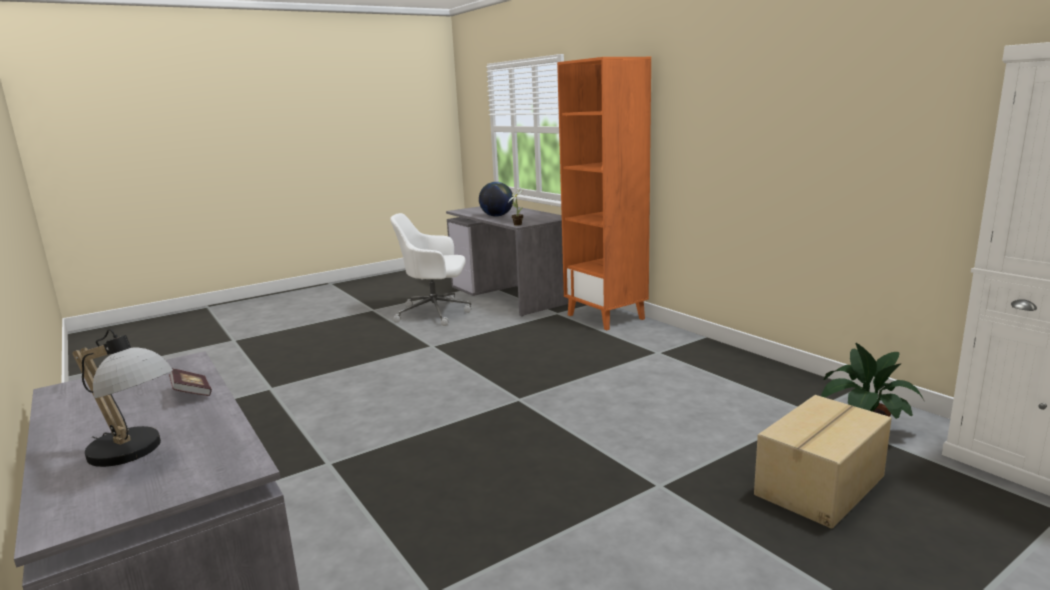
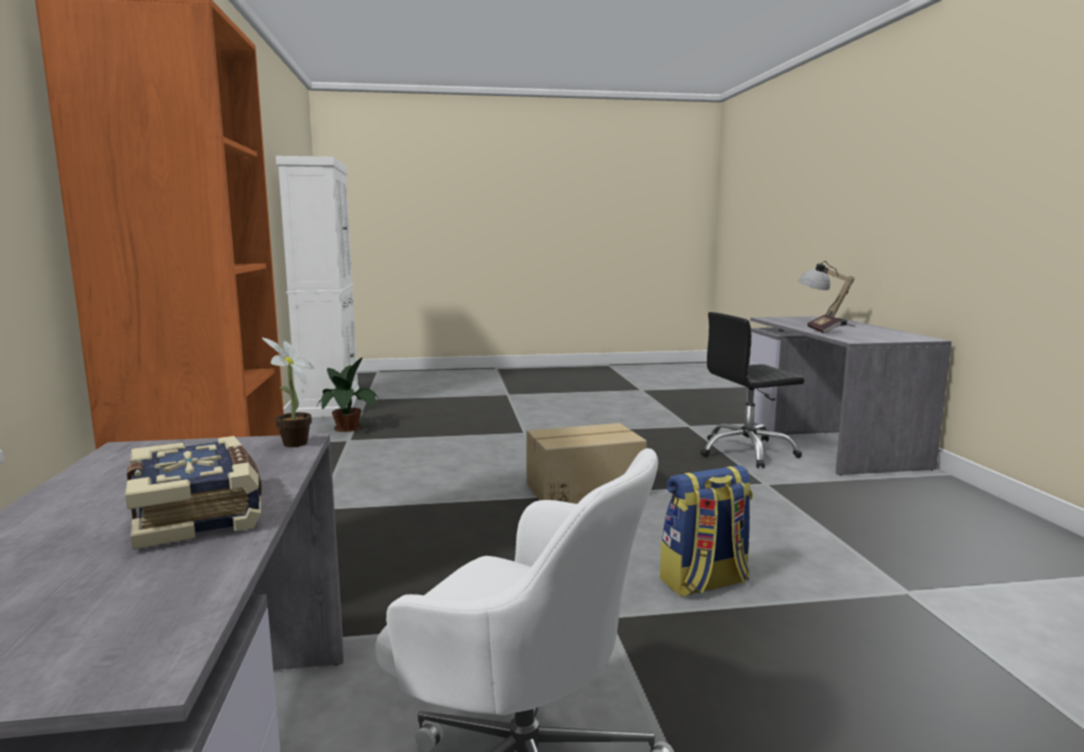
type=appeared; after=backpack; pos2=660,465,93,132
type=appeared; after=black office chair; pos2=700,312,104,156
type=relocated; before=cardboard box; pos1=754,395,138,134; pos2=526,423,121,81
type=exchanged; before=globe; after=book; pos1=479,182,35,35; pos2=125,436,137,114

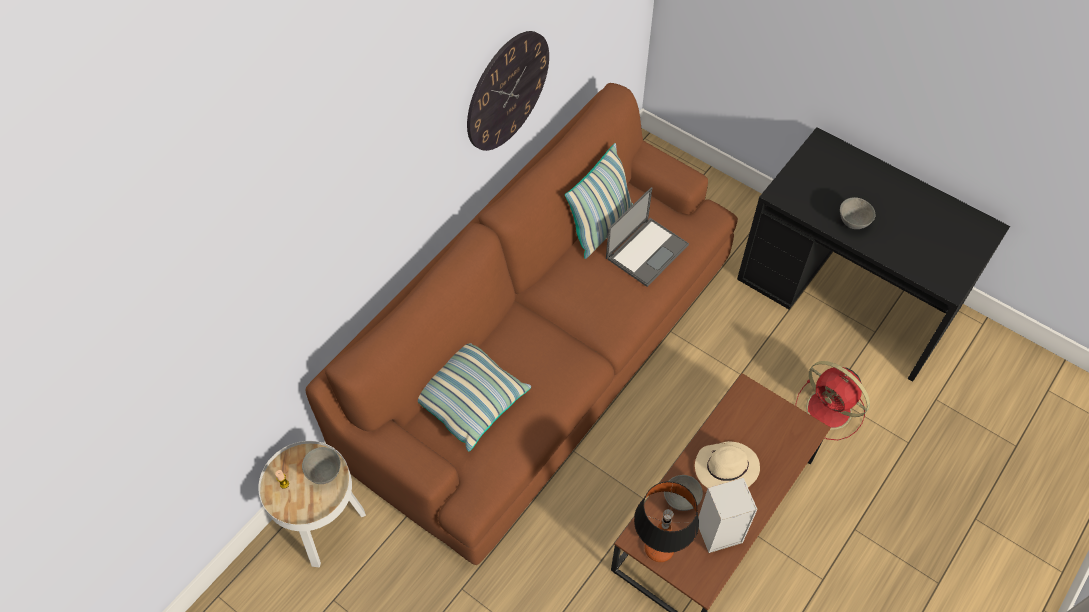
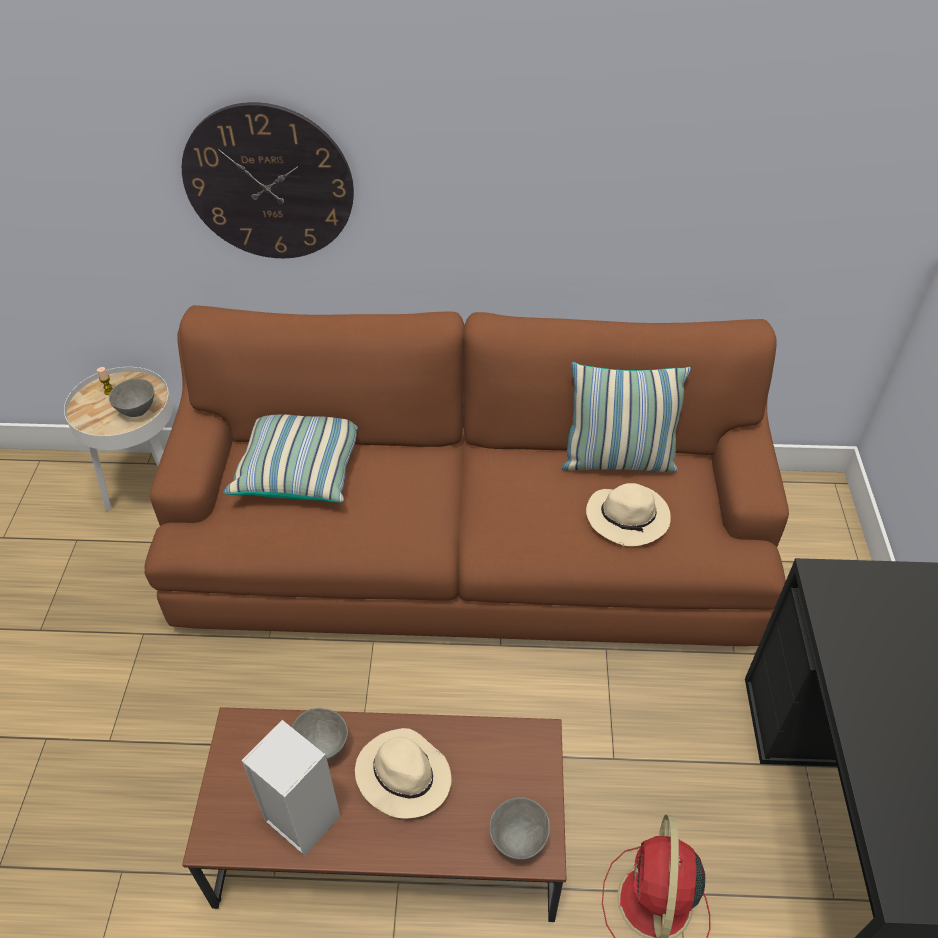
type=missing; before=table lamp; pos1=634,481,65,81
type=relocated; before=wall clock; pos1=467,31,82,120; pos2=182,102,172,156
type=relocated; before=grey bowl; pos1=840,197,35,32; pos2=489,797,61,63
type=exchanged; before=laptop; after=beige hat; pos1=606,187,83,100; pos2=586,483,85,63

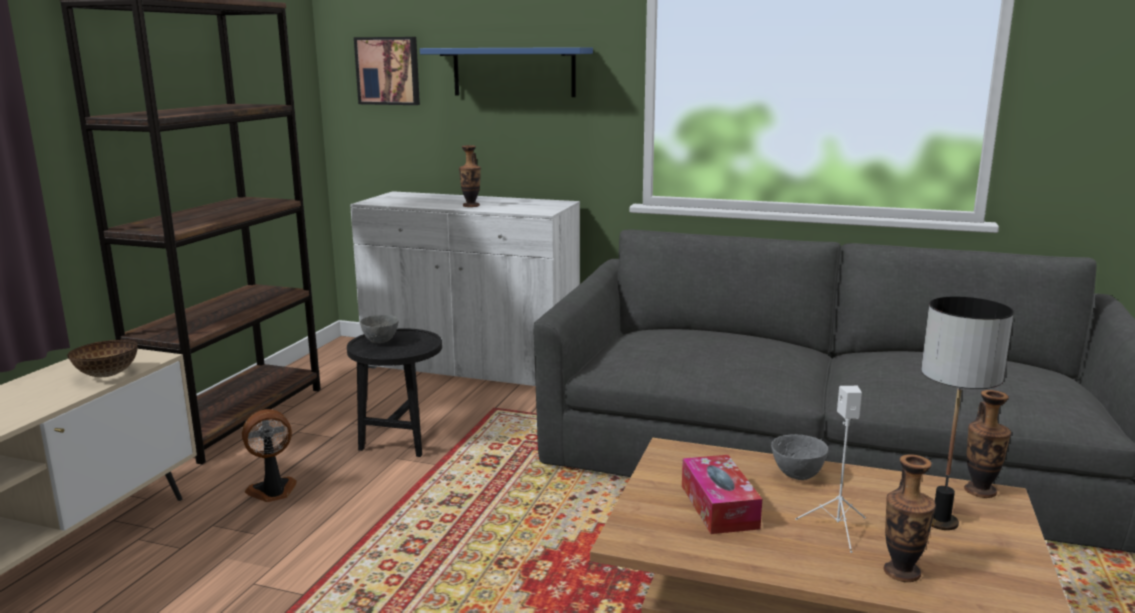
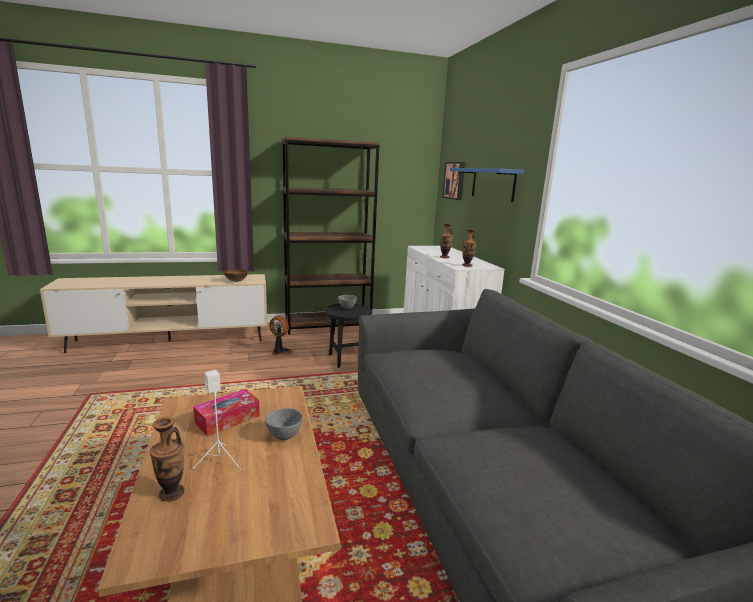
type=missing; before=table lamp; pos1=921,297,93,233
type=relocated; before=vase; pos1=964,390,47,108; pos2=462,228,15,39

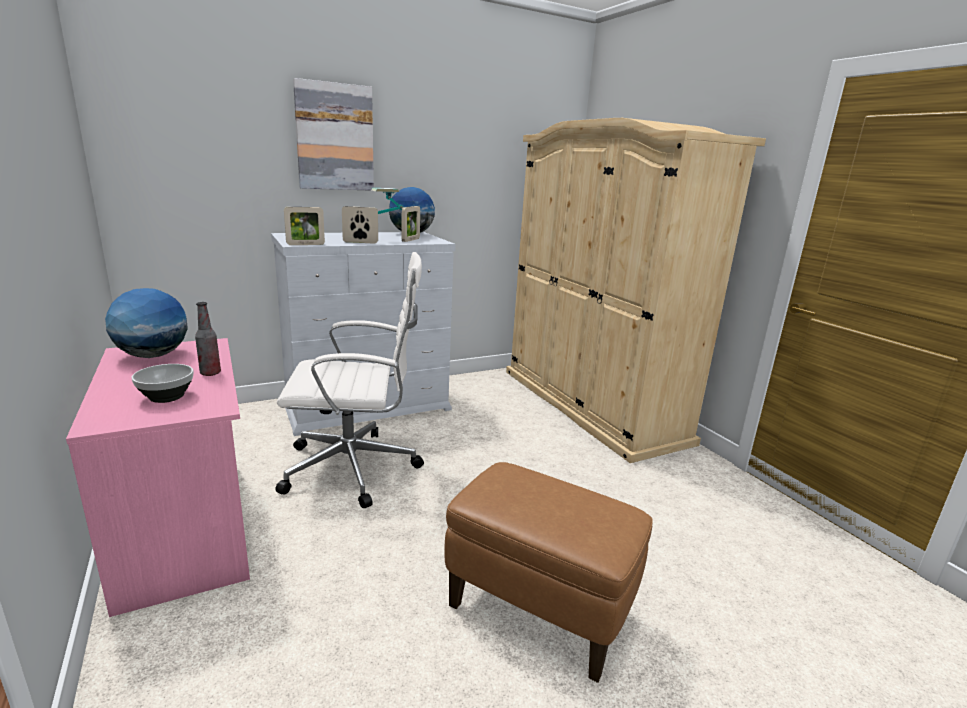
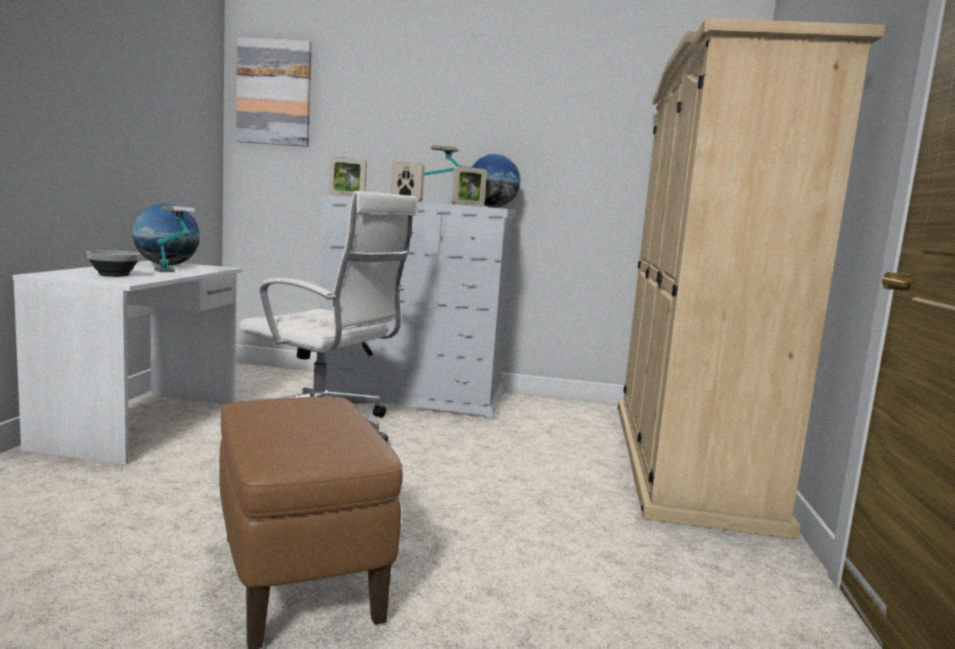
type=relocated; before=picture; pos1=293,78,81,113; pos2=236,37,76,110
type=exchanged; before=bottle; after=table lamp; pos1=195,302,26,74; pos2=154,205,41,67
type=colour; before=pink desk; after=white desk; pos1=66,338,184,279; pos2=13,261,229,204

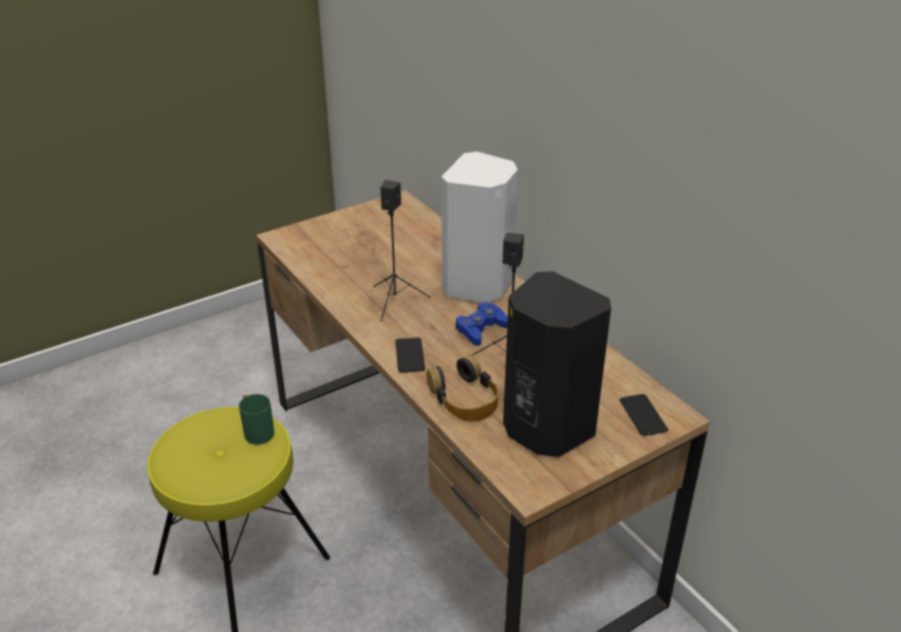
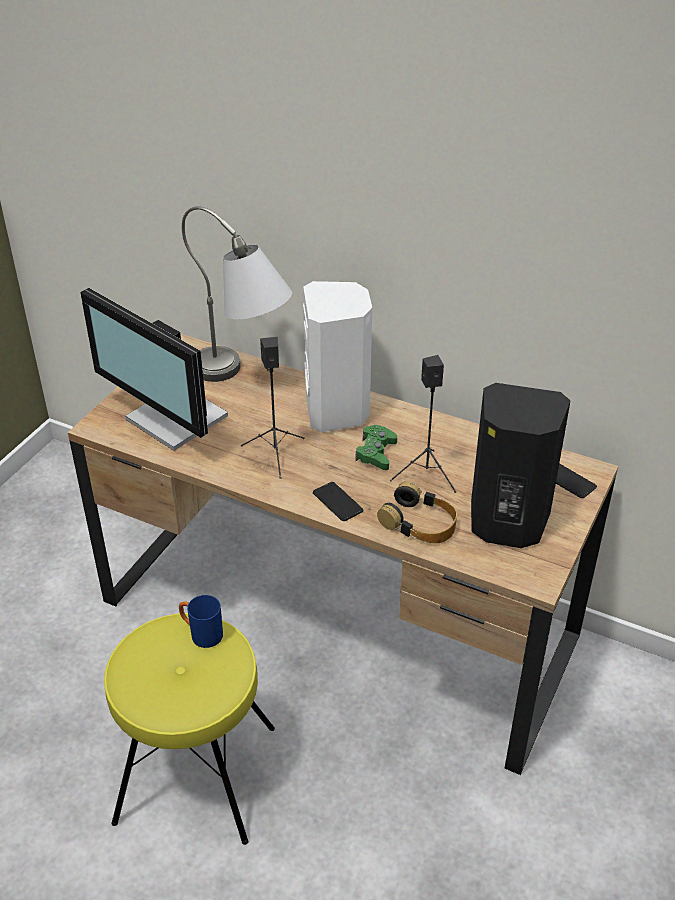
type=appeared; after=monitor; pos2=80,288,148,163
type=appeared; after=grey table lamp; pos2=182,206,110,176
type=colour; before=green mug; after=blue mug; pos1=239,394,35,51; pos2=179,595,44,53
type=colour; before=blue game controller; after=green game controller; pos1=456,302,52,44; pos2=355,425,42,45

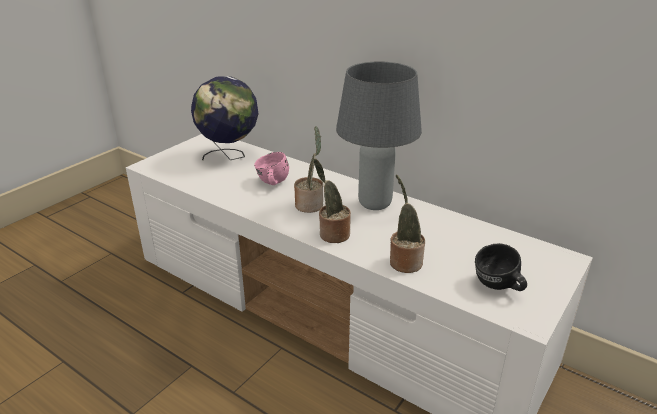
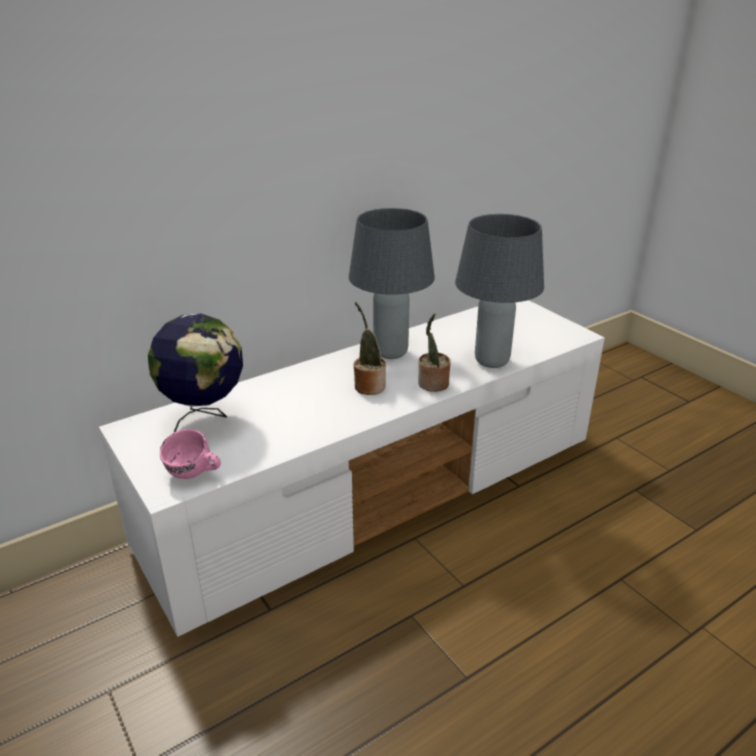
type=missing; before=black mug; pos1=475,243,52,48
type=relocated; before=pink mug; pos1=254,152,35,33; pos2=160,429,61,50
type=exchanged; before=potted plant; after=grey table lamp; pos1=390,174,35,99; pos2=455,214,89,154

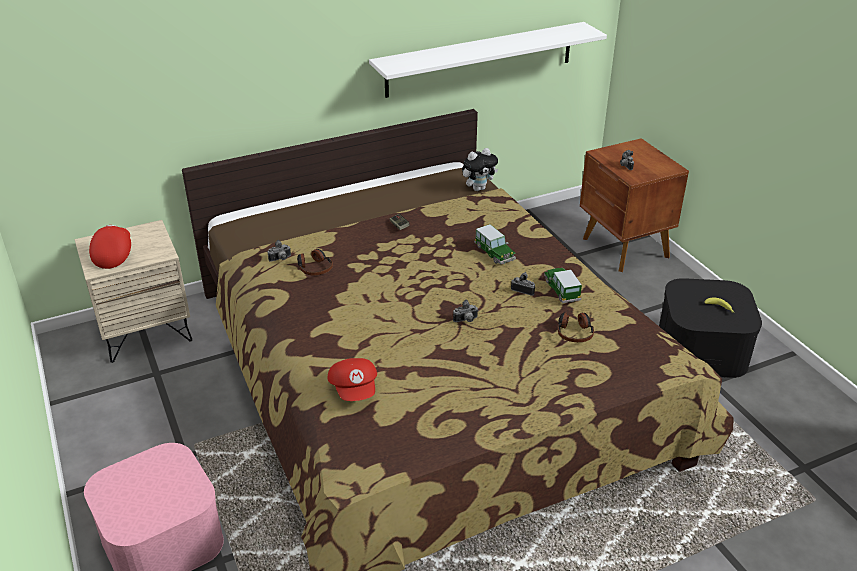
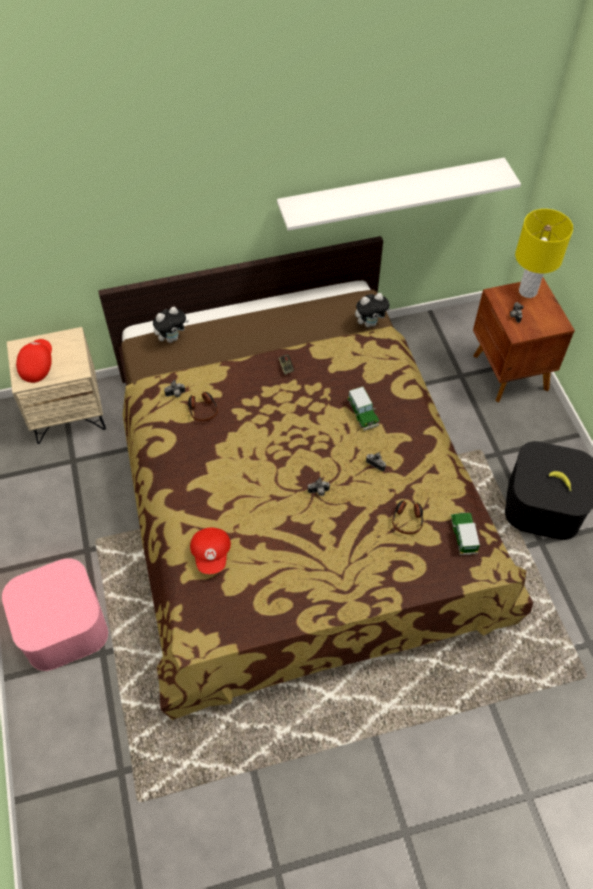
type=appeared; after=plush toy; pos2=153,307,36,36
type=appeared; after=yellow table lamp; pos2=515,209,58,89
type=relocated; before=toy car; pos1=544,268,38,35; pos2=451,512,29,43

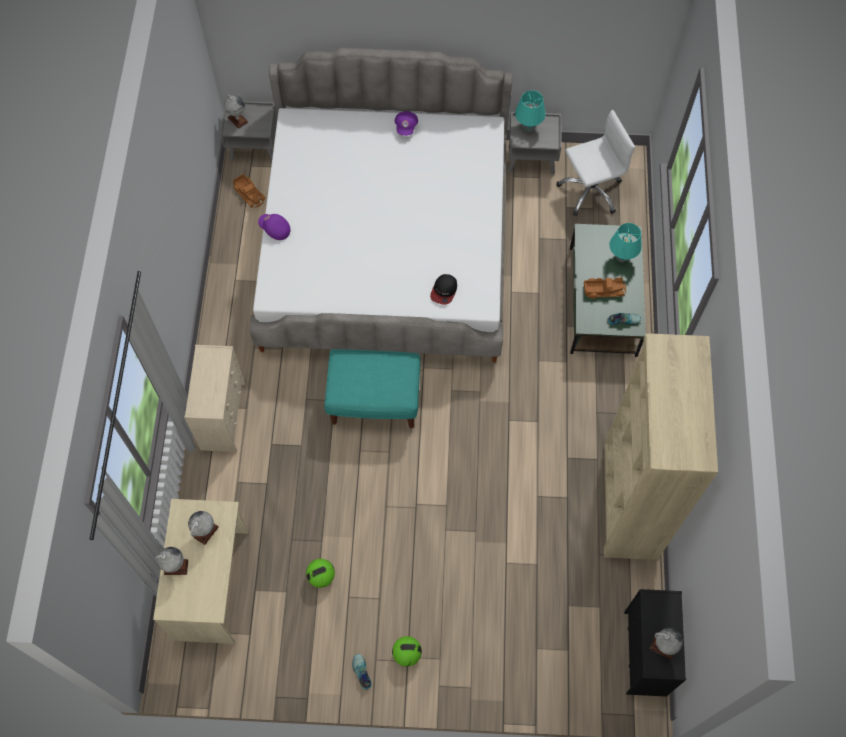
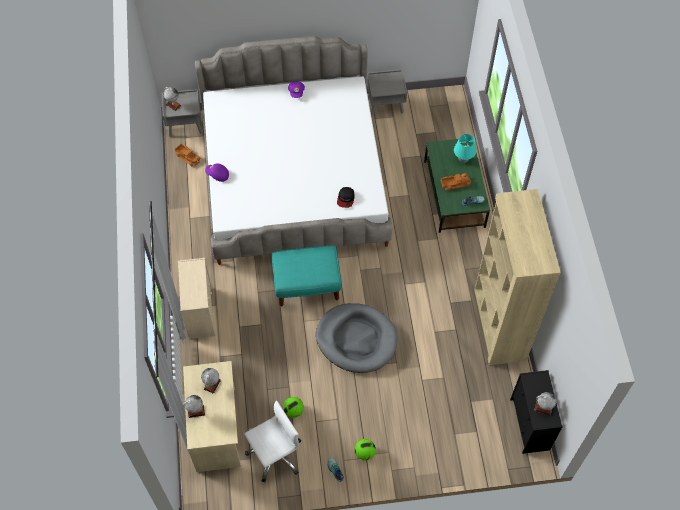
type=missing; before=turquoise table lamp; pos1=515,90,31,42
type=appeared; after=grey dog bed; pos2=316,303,82,70
type=relocated; before=white office chair; pos1=556,110,79,106; pos2=244,401,57,81

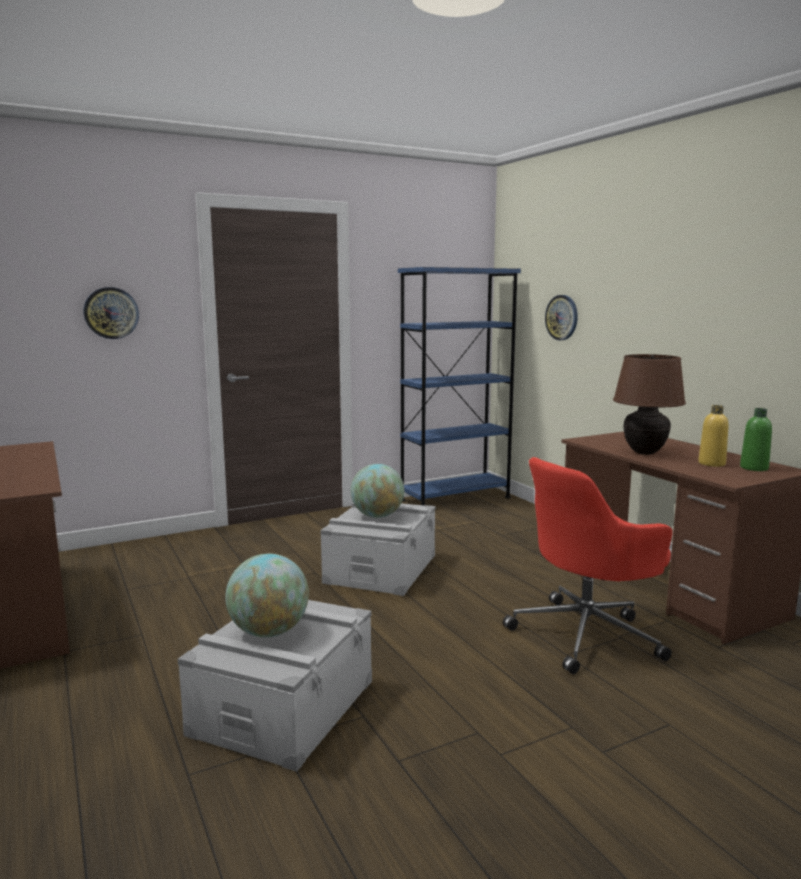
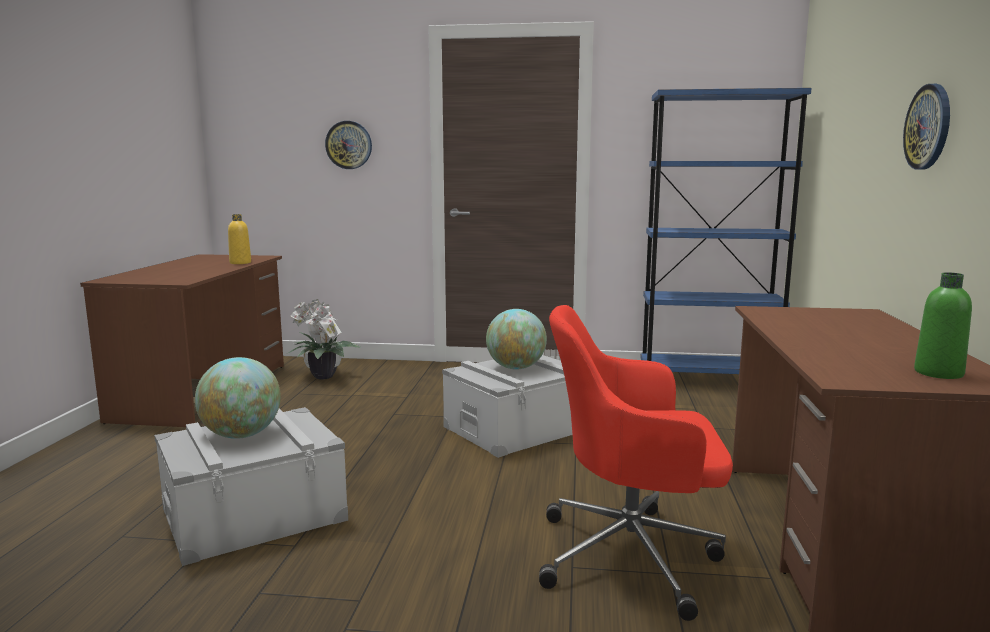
type=missing; before=brown table lamp; pos1=613,354,73,101
type=appeared; after=potted plant; pos2=287,299,75,80
type=relocated; before=wall clock; pos1=545,295,33,45; pos2=903,84,47,85
type=relocated; before=yellow bottle; pos1=698,405,31,62; pos2=228,214,23,50

